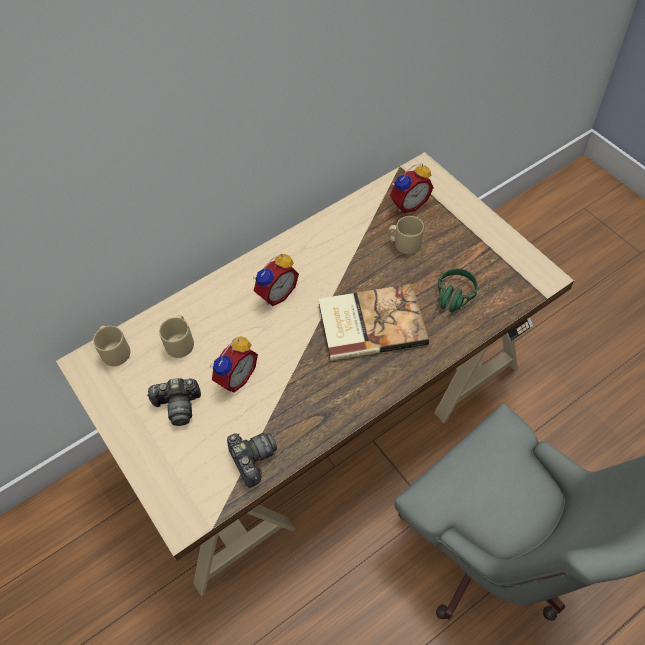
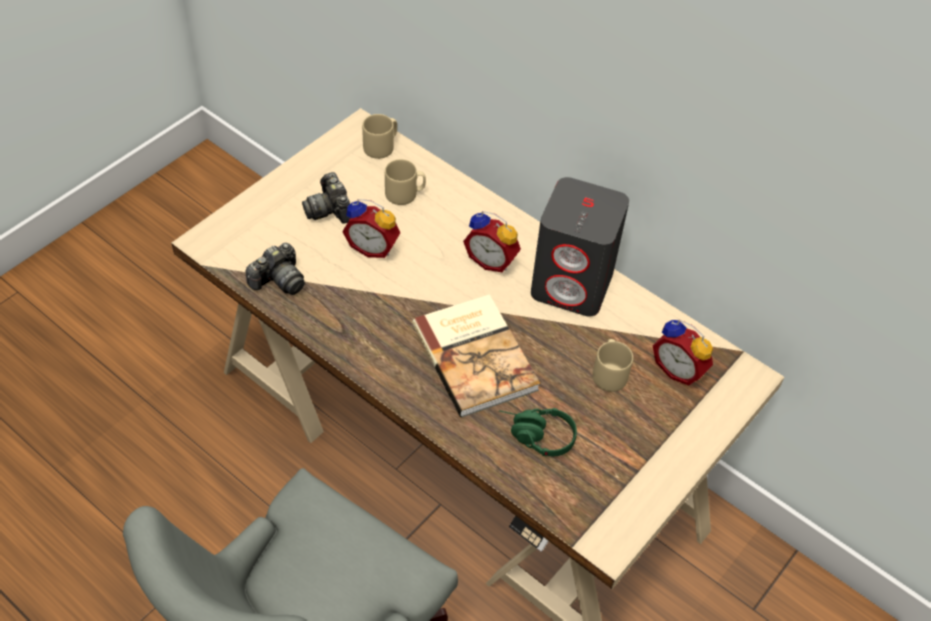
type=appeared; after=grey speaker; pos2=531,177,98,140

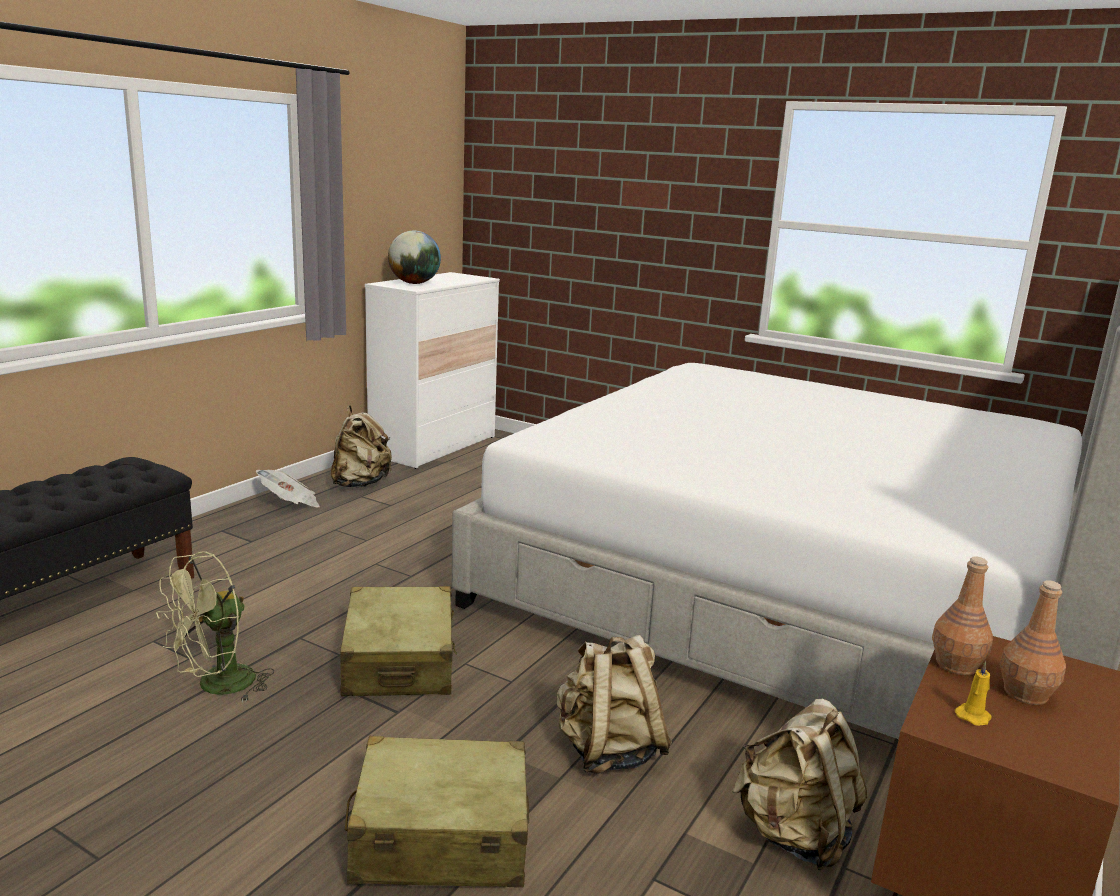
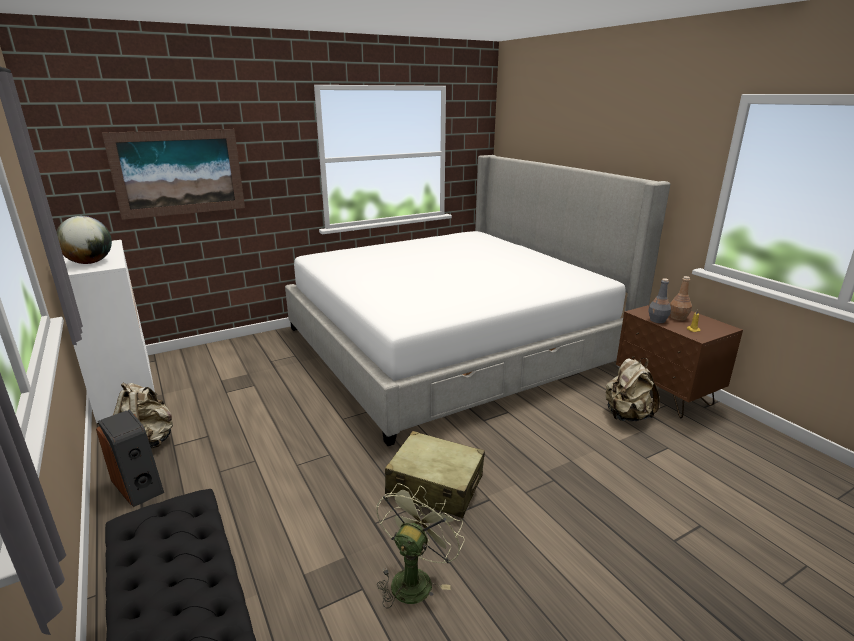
type=missing; before=beige suitcase; pos1=345,736,184,152
type=missing; before=beige backpack; pos1=557,635,115,139
type=appeared; after=picture; pos2=102,129,143,91
type=exchanged; before=newspaper; after=speaker; pos1=256,470,63,37; pos2=96,409,68,98
type=colour; before=brown bottle; after=grey bottle; pos1=932,556,61,119; pos2=648,278,23,45
type=spun; before=green fan; pos1=156,551,118,151; pos2=376,483,89,126; turn=-135

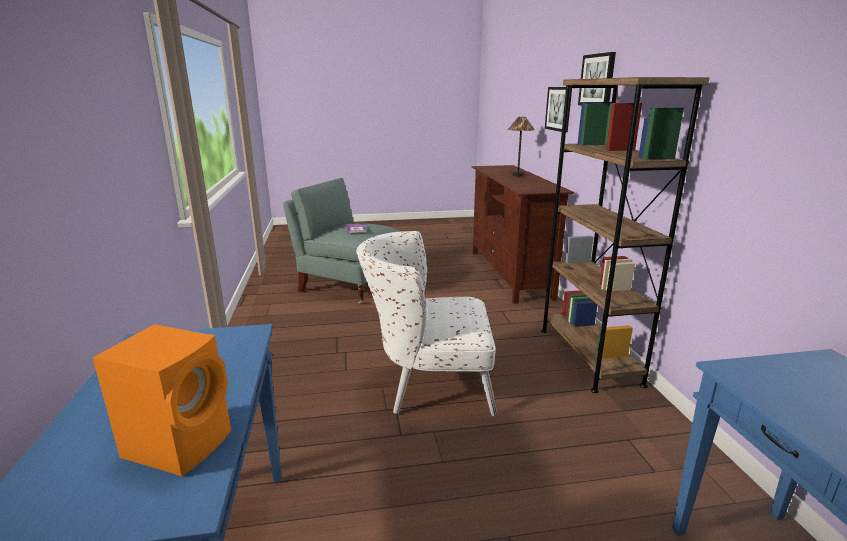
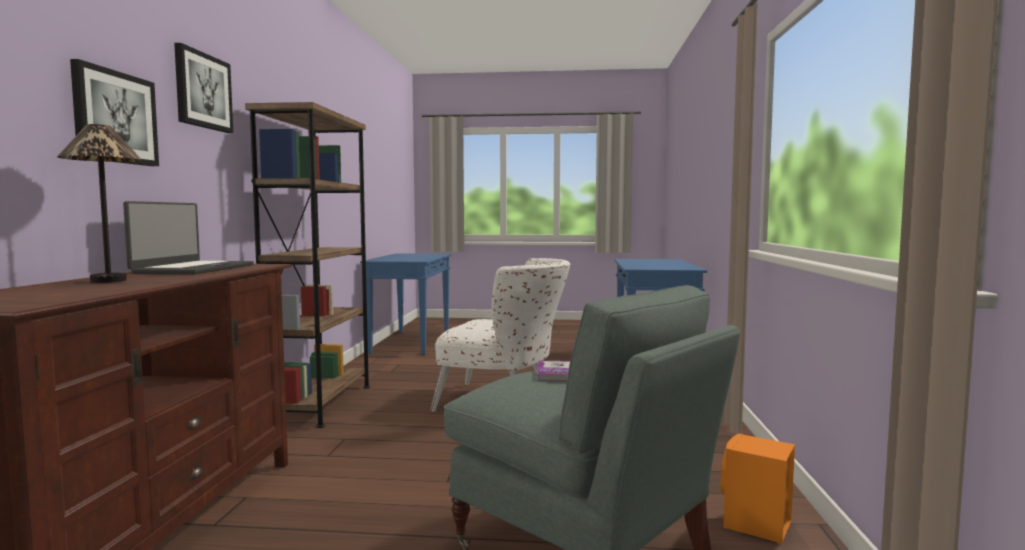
type=appeared; after=laptop; pos2=123,201,131,74
type=relocated; before=orange speaker; pos1=92,324,139,152; pos2=721,433,74,110

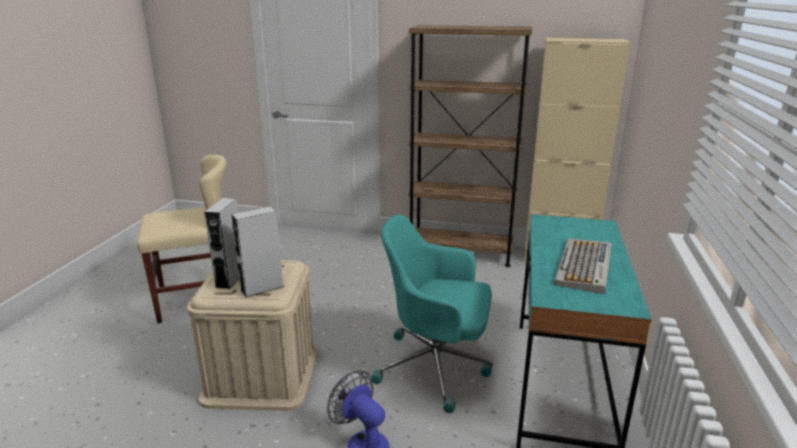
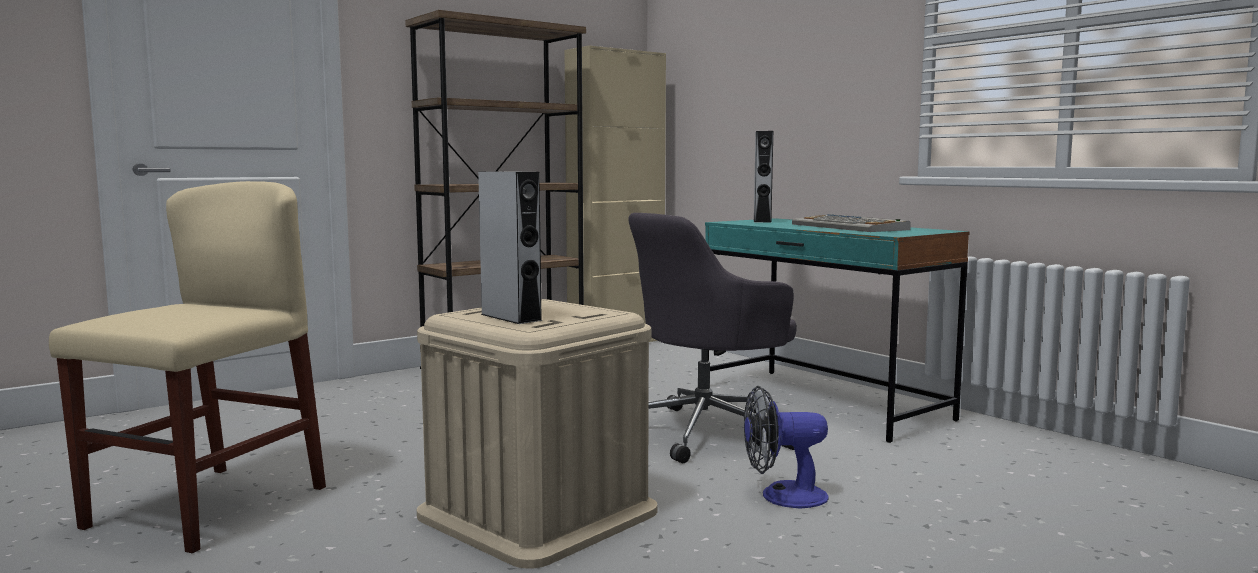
type=relocated; before=grey speaker; pos1=232,206,52,92; pos2=753,131,20,92
type=colour; before=turquoise office chair; after=grey office chair; pos1=371,214,122,199; pos2=628,213,169,250

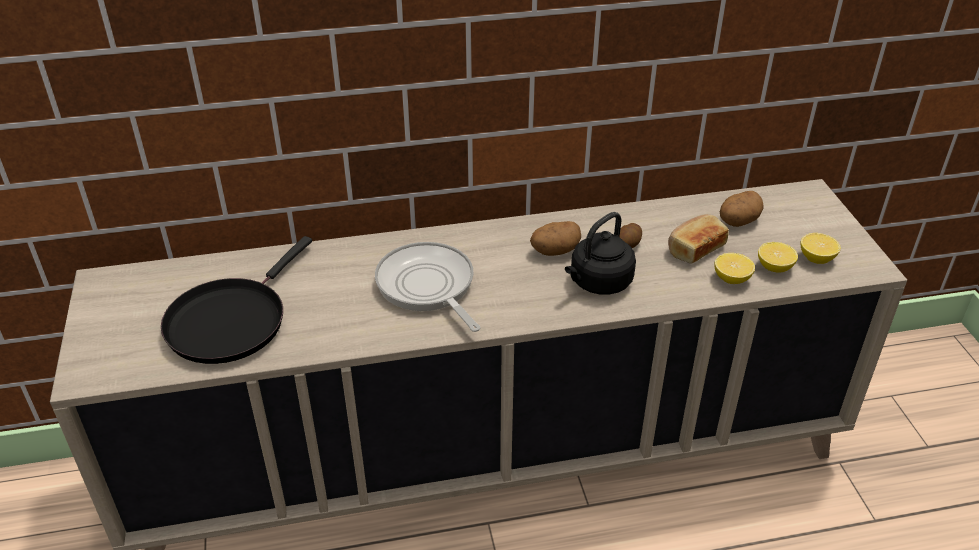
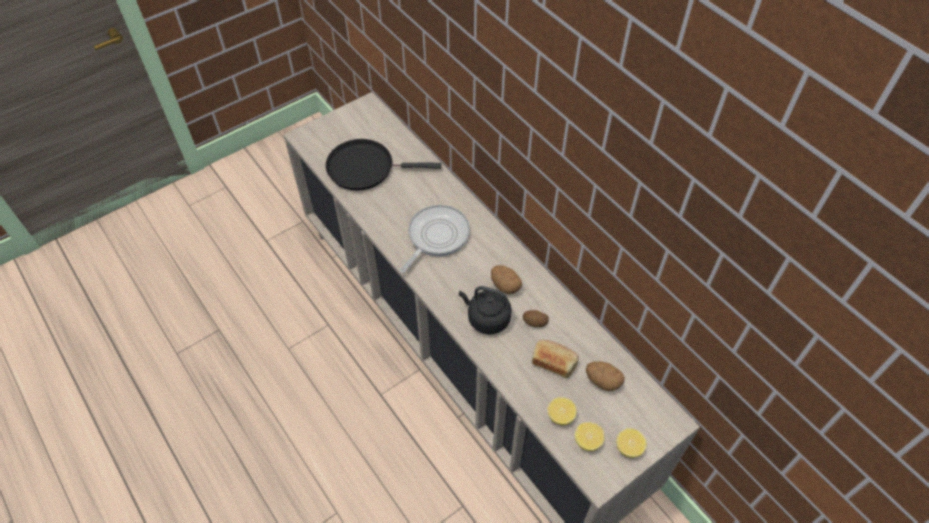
type=relocated; before=lemon; pos1=714,253,41,31; pos2=616,428,31,30

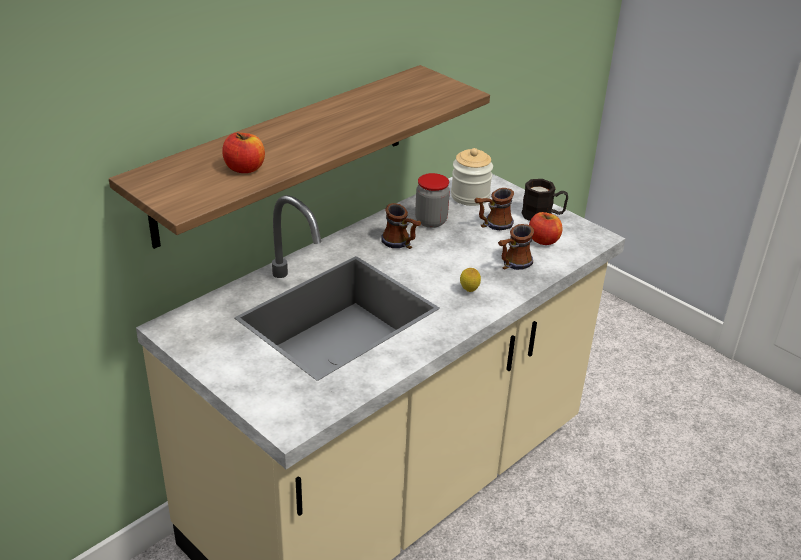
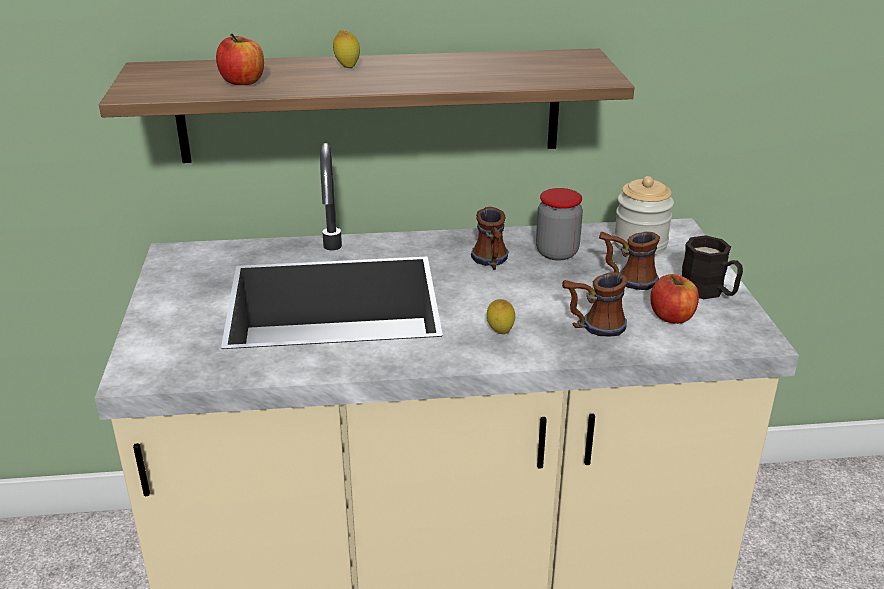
type=appeared; after=lemon; pos2=333,30,27,38

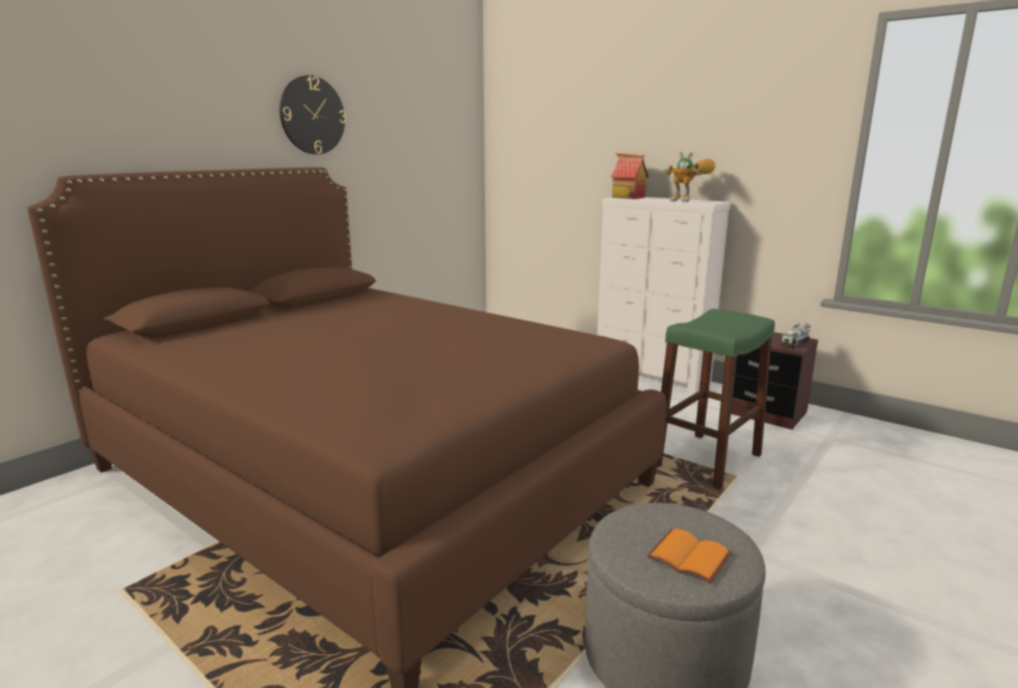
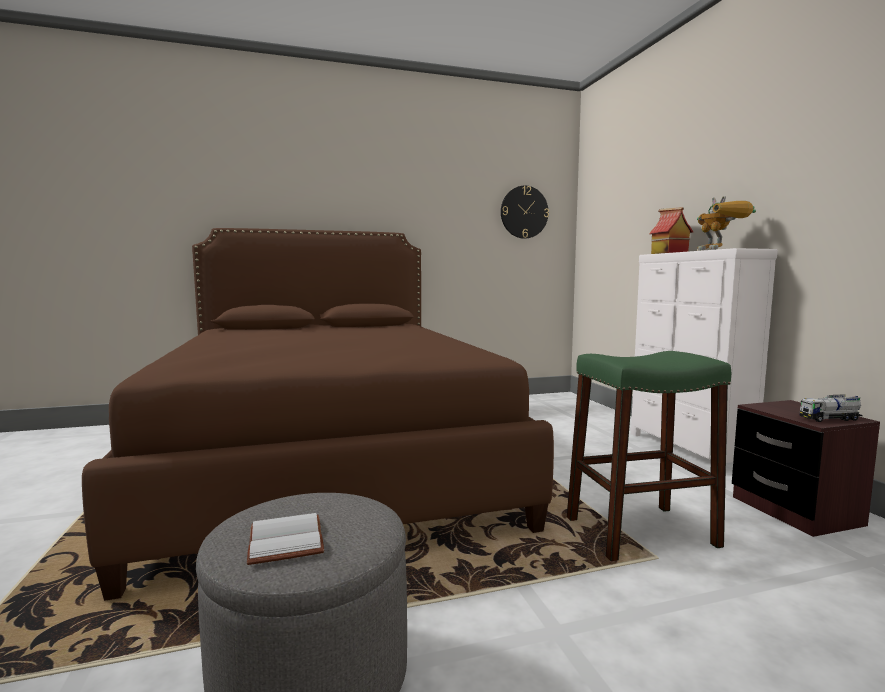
type=relocated; before=wall clock; pos1=279,75,67,79; pos2=501,185,48,54
type=colour; before=orange book; after=white book; pos1=647,529,85,55; pos2=247,513,77,52

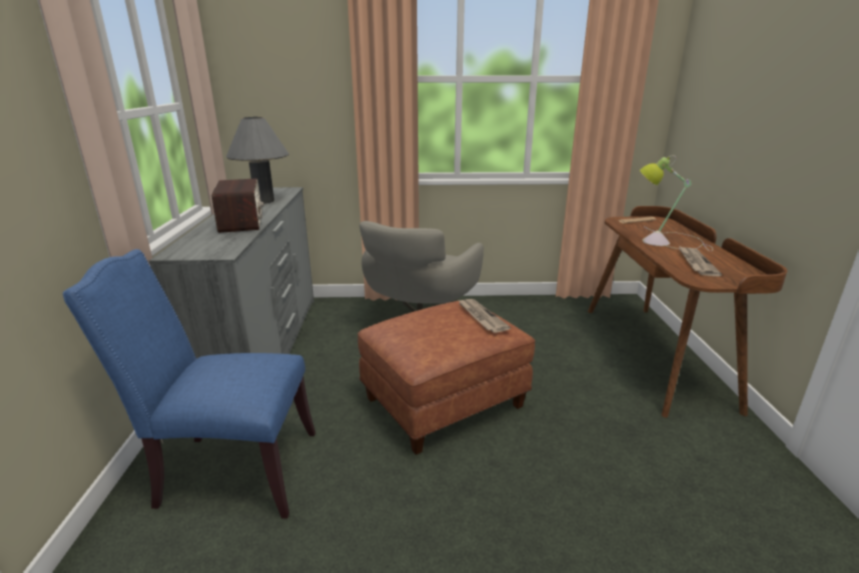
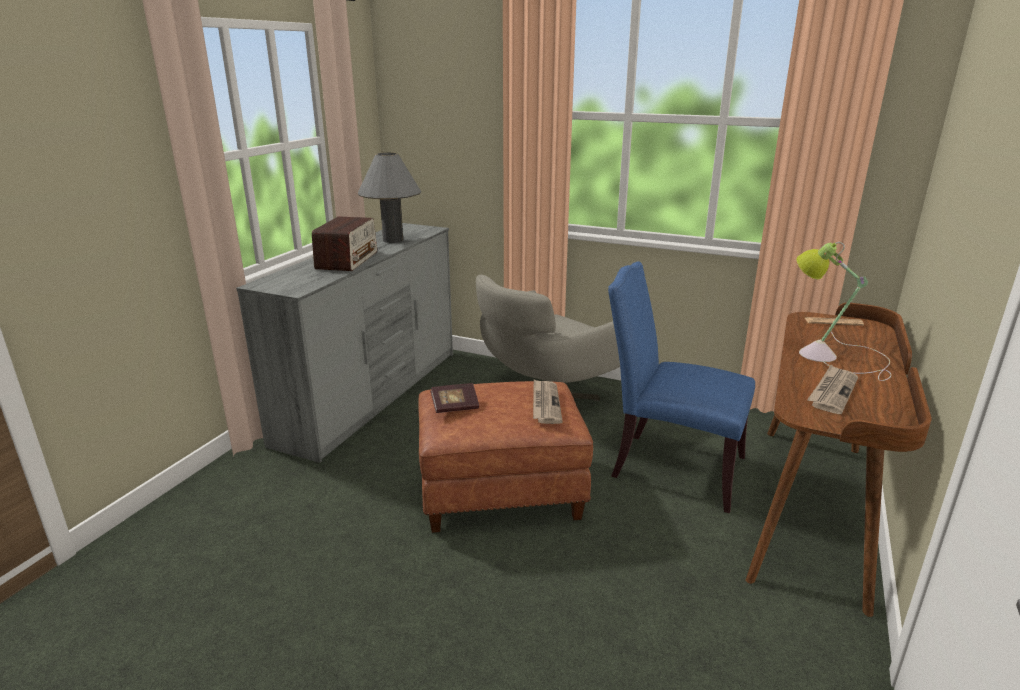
type=appeared; after=book; pos2=430,383,49,30
type=relocated; before=blue chair; pos1=63,249,253,269; pos2=608,261,147,252

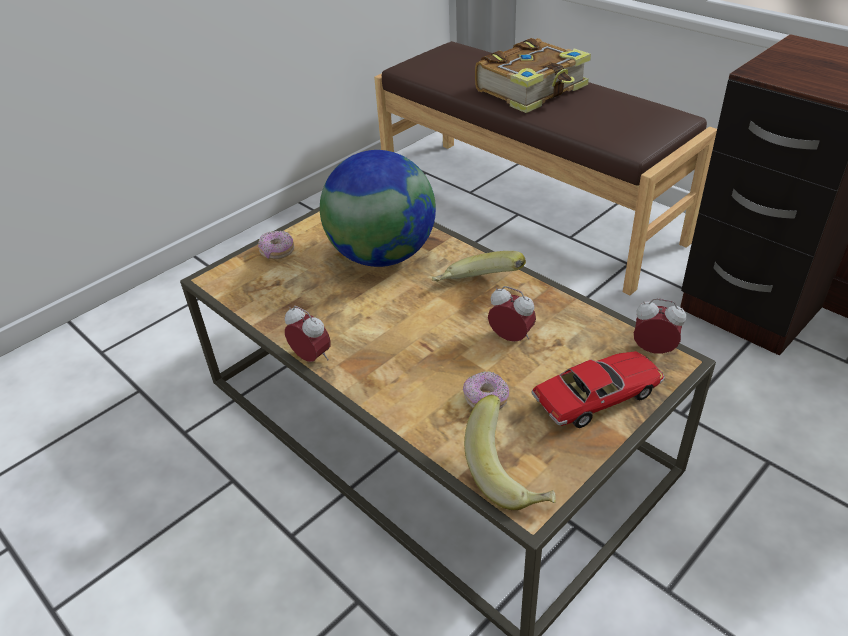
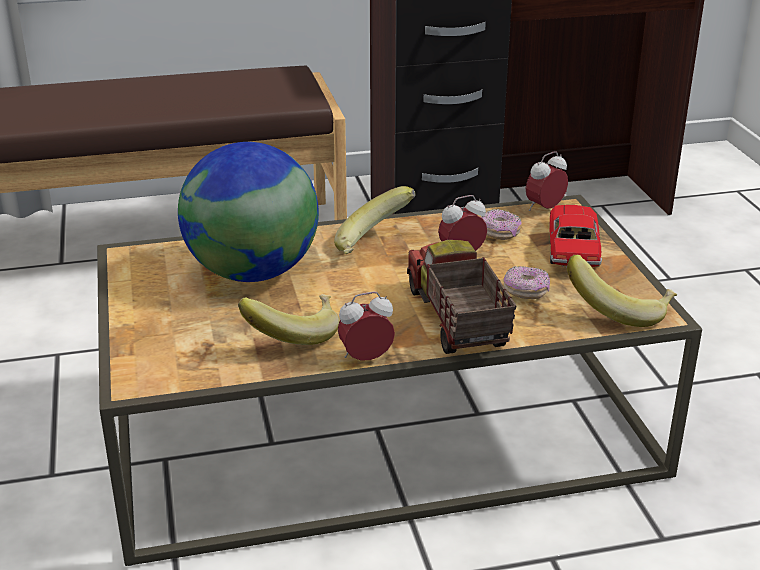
type=missing; before=book; pos1=475,38,116,75
type=appeared; after=banana; pos2=238,294,101,51
type=appeared; after=toy truck; pos2=407,240,110,114
type=relocated; before=donut; pos1=258,231,37,28; pos2=481,209,41,31

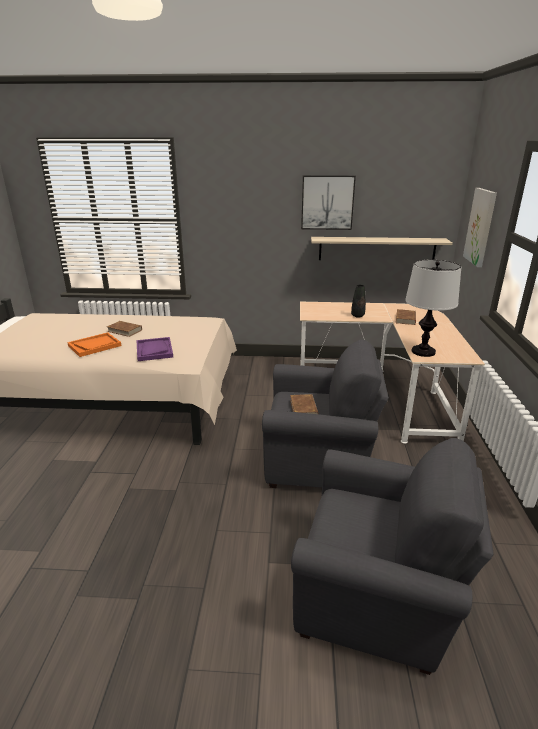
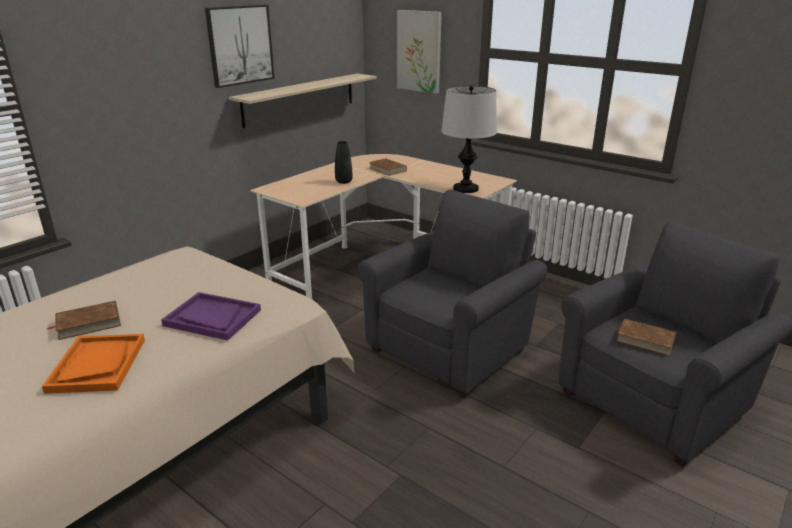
type=relocated; before=brown book; pos1=290,394,28,20; pos2=613,319,64,37

